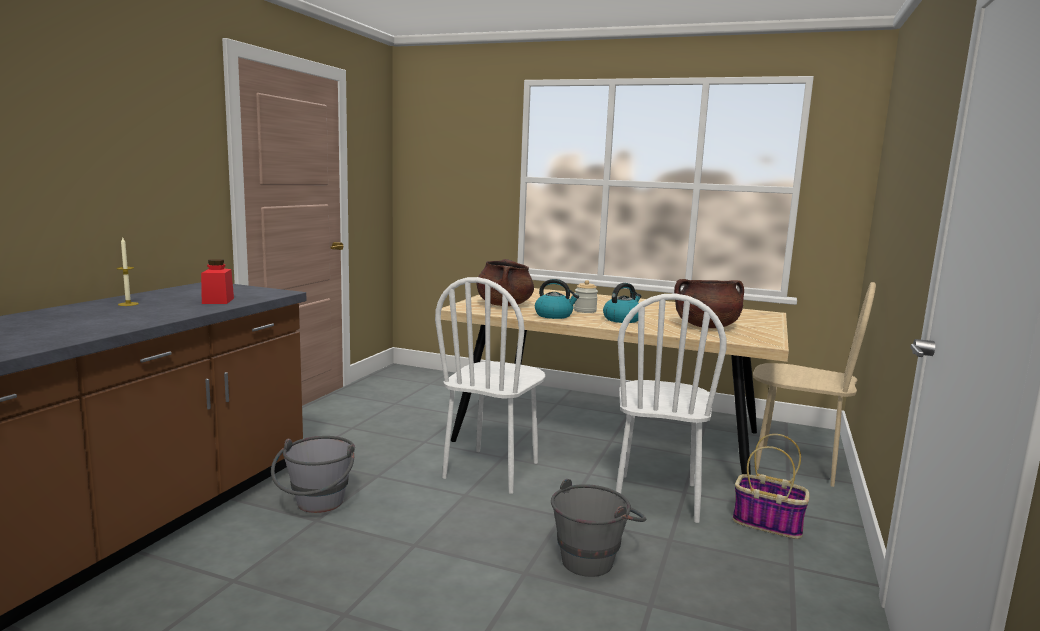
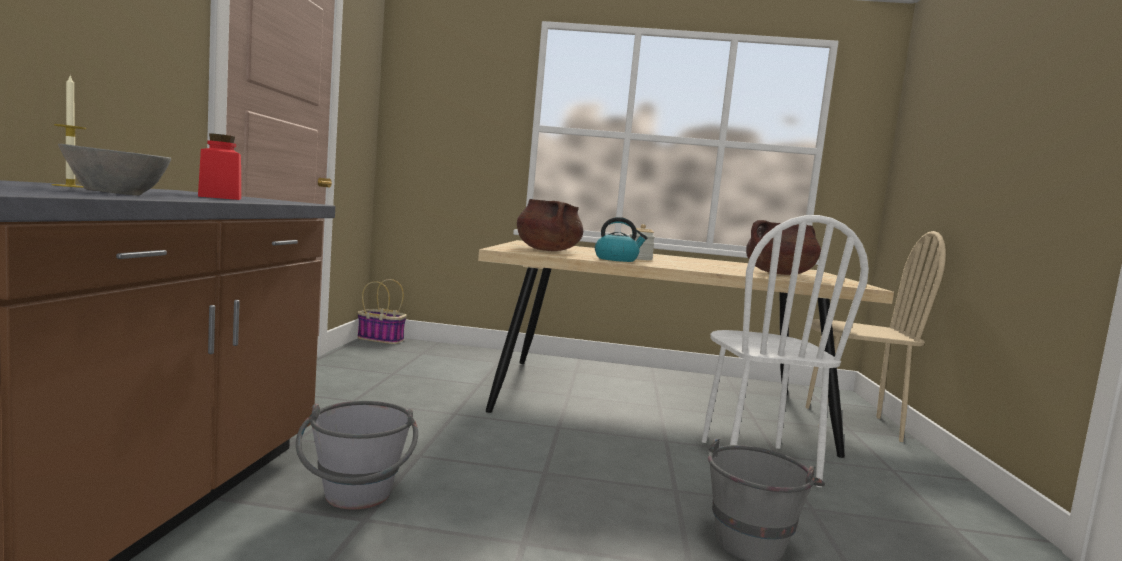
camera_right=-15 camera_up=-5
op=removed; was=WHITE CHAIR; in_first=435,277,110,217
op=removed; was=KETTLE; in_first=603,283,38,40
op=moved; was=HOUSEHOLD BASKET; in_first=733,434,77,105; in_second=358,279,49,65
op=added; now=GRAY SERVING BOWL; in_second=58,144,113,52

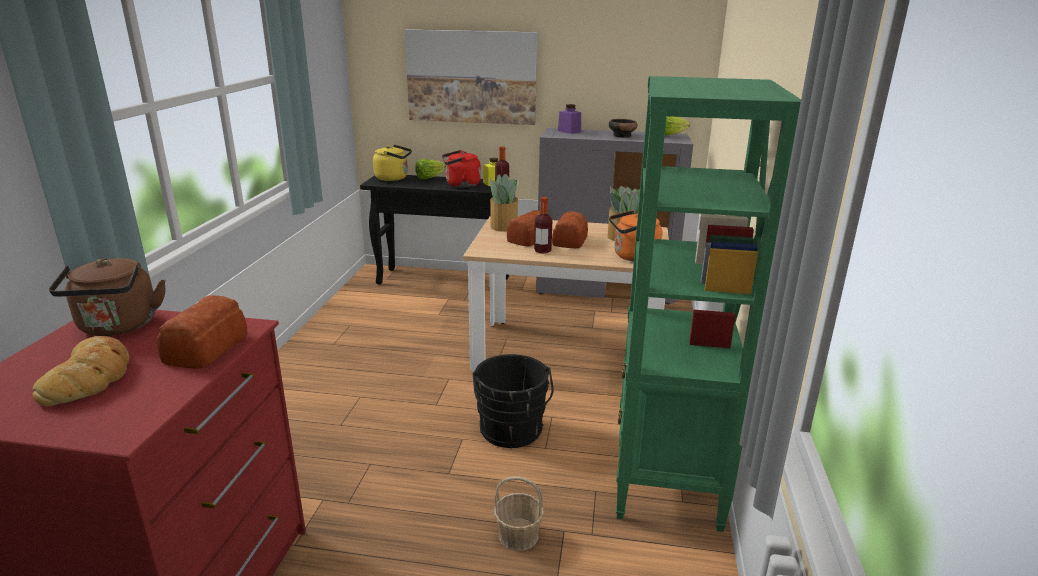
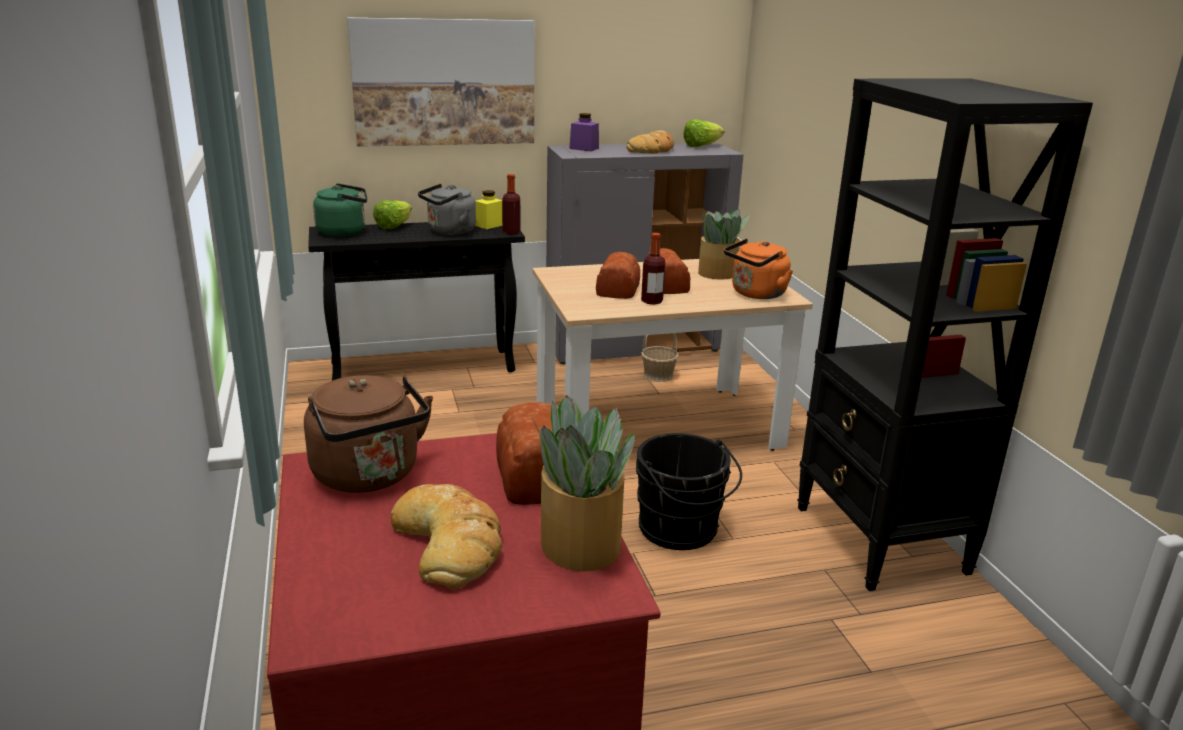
camera_right=-25 camera_up=0
op=recoloured; was=GREENISH SHELVING UNIT; now=BLACKISH SHELVING UNIT; in_first=616,76,185,456; in_second=797,78,296,513
op=replaced; was=SERVING BOWL; now=BAKED BREAD; in_first=609,119,29,19; in_second=626,130,48,24
op=recoloured; was=YELLOW KETTLE; now=GREENISH KETTLE; in_first=373,145,39,36; in_second=313,183,54,53
op=recoloured; was=RED KETTLE; now=GRAY KETTLE; in_first=442,150,39,38; in_second=418,184,58,51
op=moved; was=POTTED PLANT; in_first=490,174,29,58; in_second=530,395,105,177
op=moved; was=HOUSEHOLD BASKET; in_first=494,476,50,75; in_second=641,333,38,49

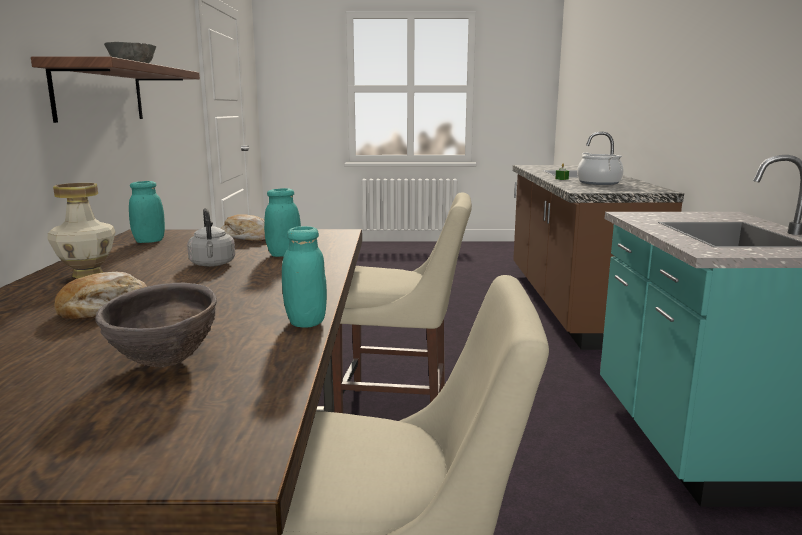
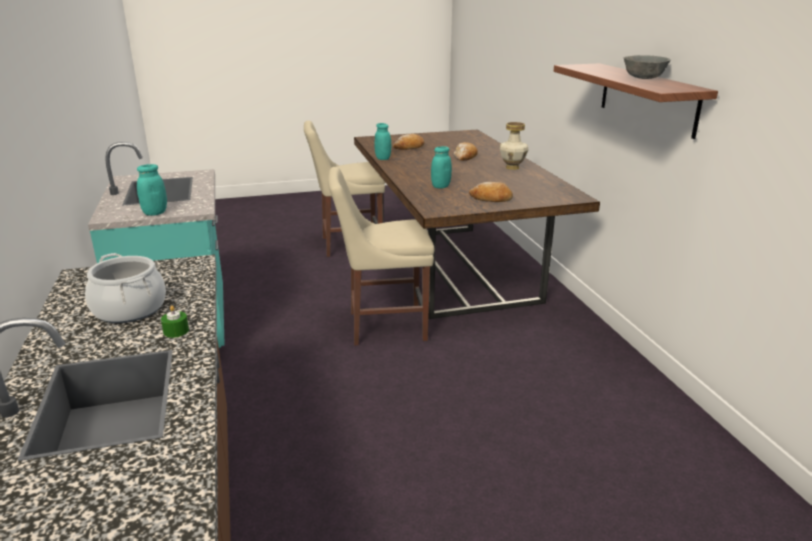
camera_right=165 camera_up=10
op=moved; was=TURQUOISE-COLOURED STORAGE JAR; in_first=129,181,36,62; in_second=137,164,30,52
op=removed; was=GRAY KETTLE; in_first=187,208,48,59
op=replaced; was=BROWNISH SERVING BOWL; now=BAKED BREAD; in_first=95,283,122,84; in_second=393,134,32,16

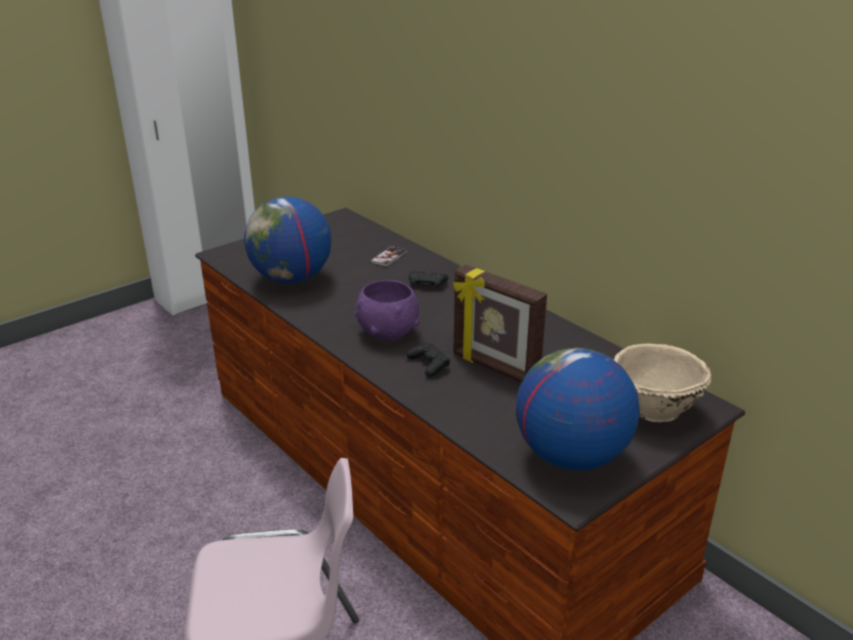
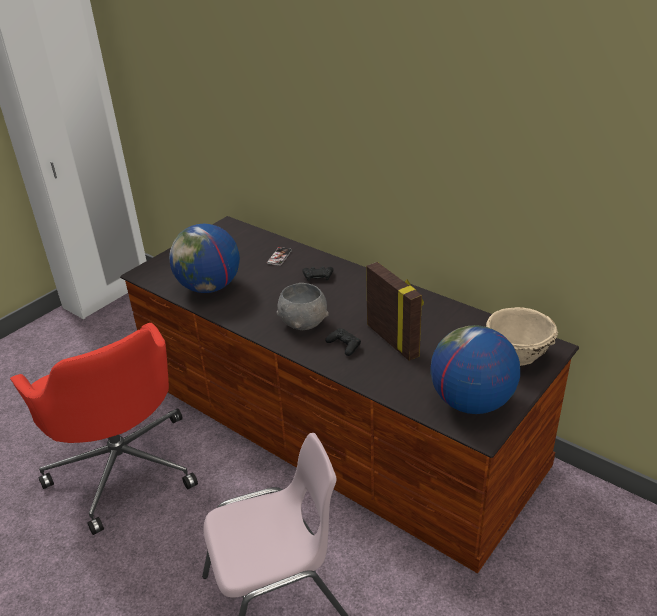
camera_right=-10 camera_up=5
op=turned; was=STANDING FRAME; in_first=453,265,94,118; in_second=366,262,58,99; clockwise=-150
op=recoloured; was=PURPLE SERVING BOWL; now=GRAY SERVING BOWL; in_first=355,280,64,60; in_second=277,283,52,47
op=added; now=RED COMPUTER CHAIR; in_second=10,323,188,212

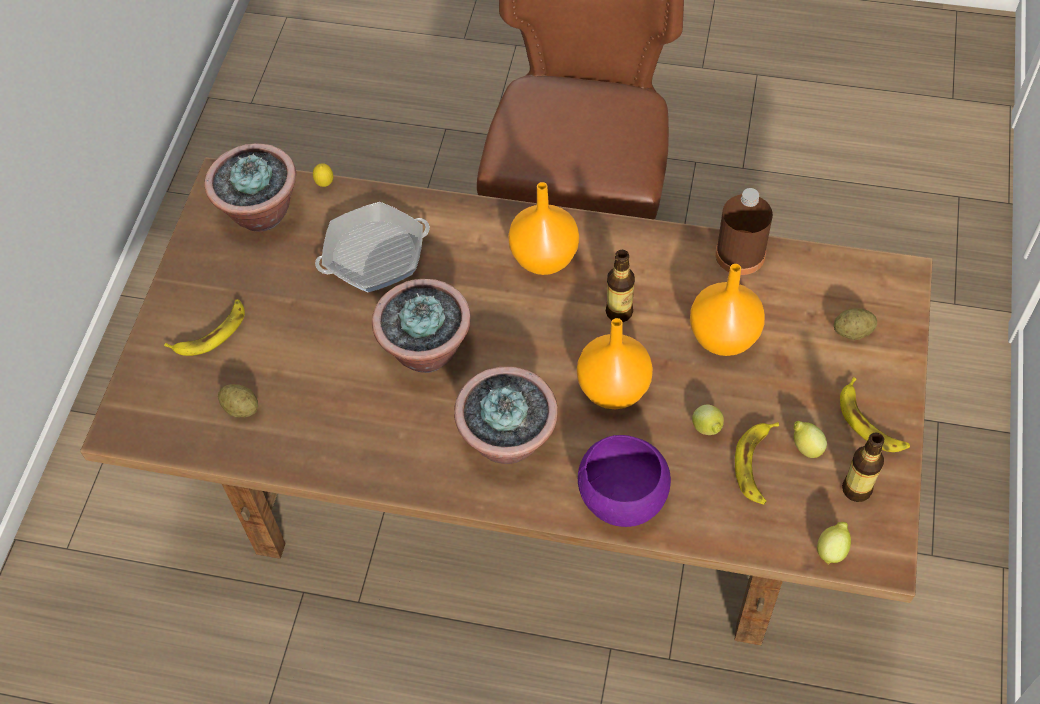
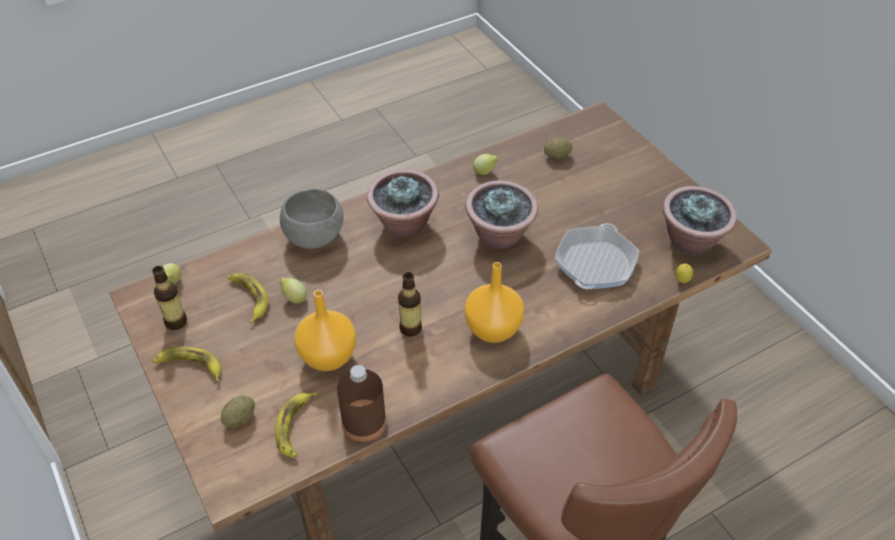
camera_right=135 camera_up=-10
op=moved; was=BANANA; in_first=164,299,81,57; in_second=275,392,42,66
op=removed; was=ORANGEY DECORATIVE VASE; in_first=577,318,76,91
op=moved; was=LEMON; in_first=794,421,33,37; in_second=473,154,25,21
op=recoloured; was=PURPLE SERVING BOWL; now=GRAY SERVING BOWL; in_first=578,435,93,92; in_second=280,189,63,60

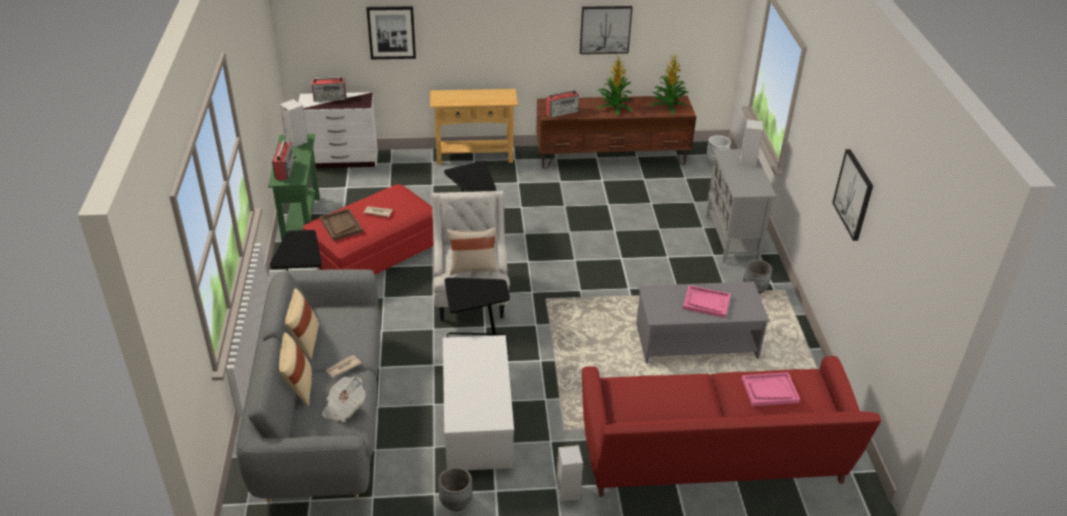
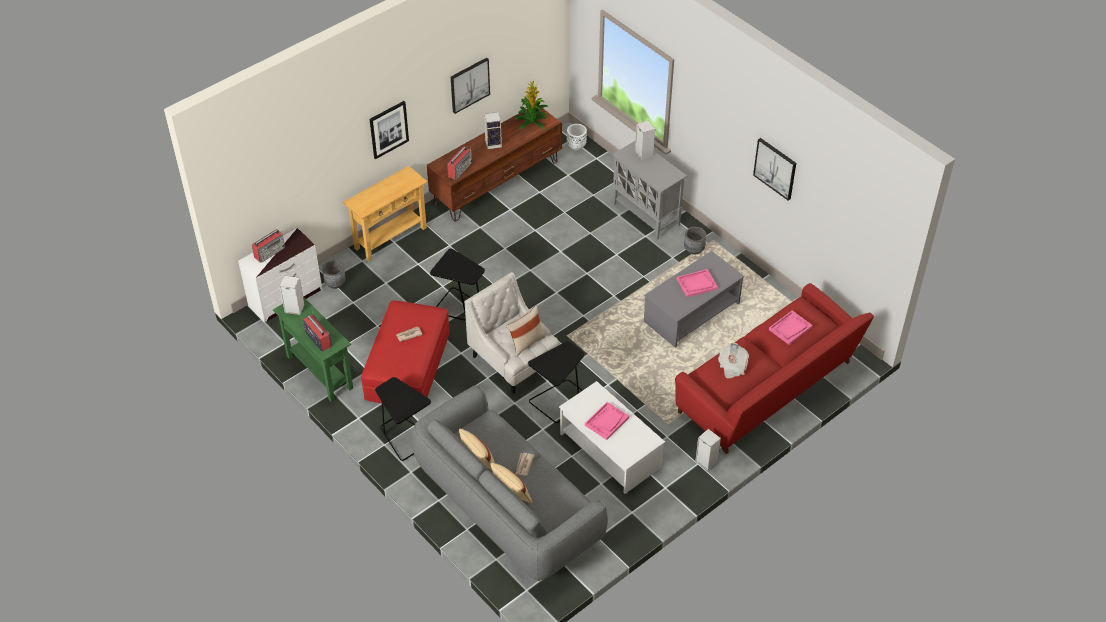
camera_right=-35 camera_up=10
op=moved; was=PICTURE; in_first=366,6,50,53; in_second=370,101,39,58
op=replaced; was=POTTED PLANT; now=LOUDSPEAKER; in_first=597,55,37,60; in_second=484,112,18,37
op=removed; was=BROWNISH TRAY; in_first=320,209,43,32
op=moved; was=DAILY PAPER; in_first=322,377,44,45; in_second=718,343,31,36
op=moved; was=GRAY PLANT POT; in_first=439,467,34,44; in_second=322,260,24,29
op=added; now=PINK TRAY; in_second=585,402,44,38

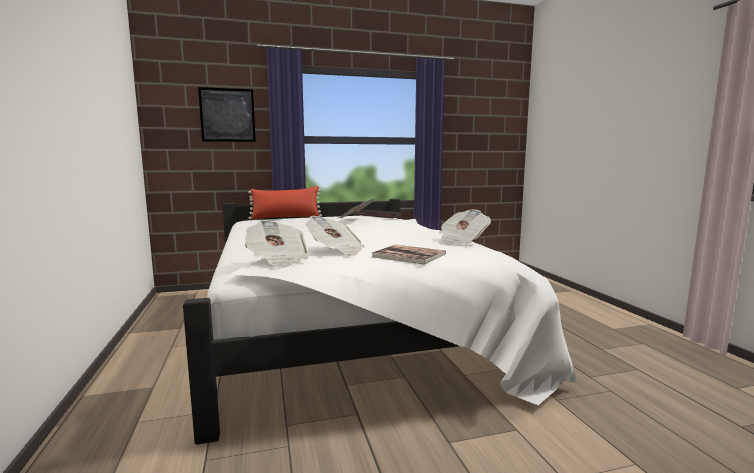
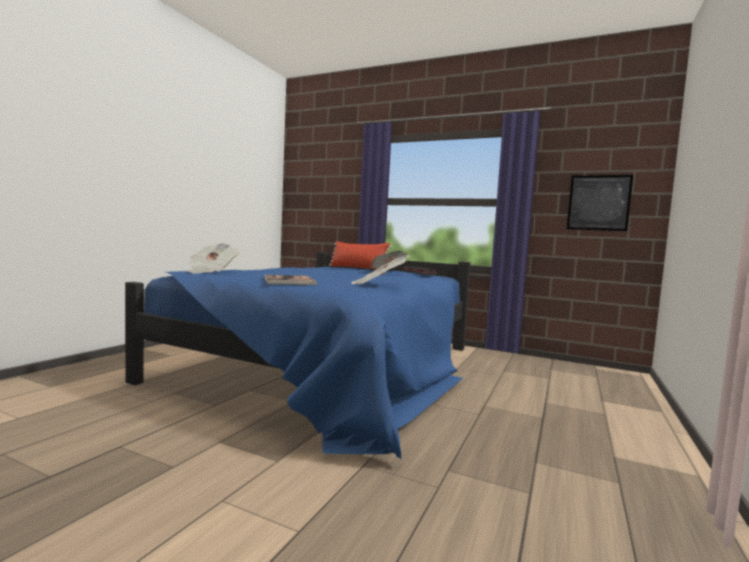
camera_right=40 camera_up=-5
op=moved; was=PICTURE; in_first=198,87,58,55; in_second=567,175,66,56
op=recoloured; was=WHITE BEDROOM BED; now=BLUE-COLOURED BEDROOM BED; in_first=183,199,393,246; in_second=125,252,346,207
op=removed; was=DAILY PAPER; in_first=306,216,59,40

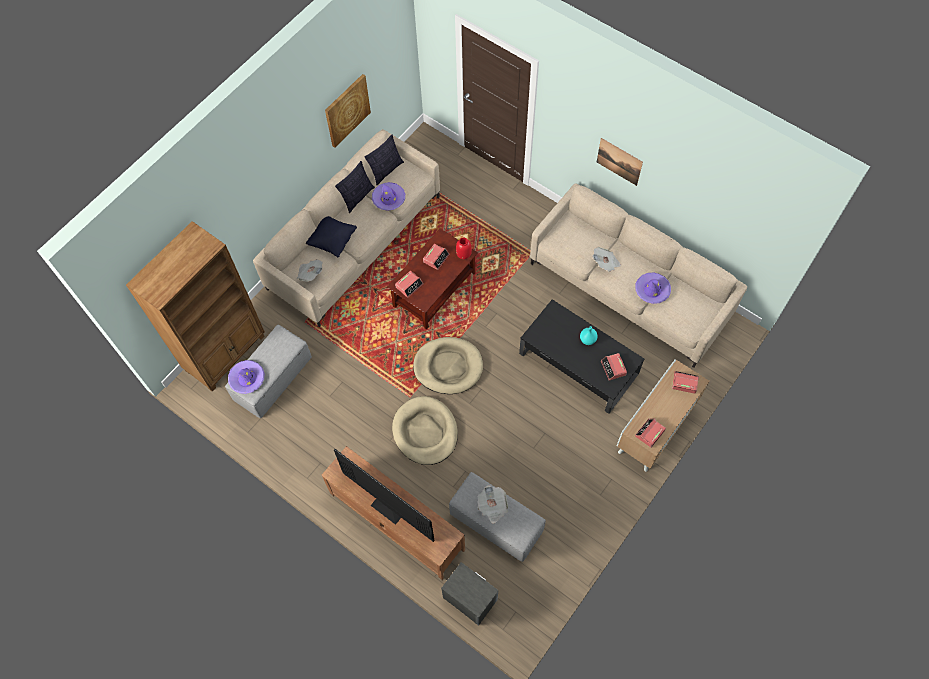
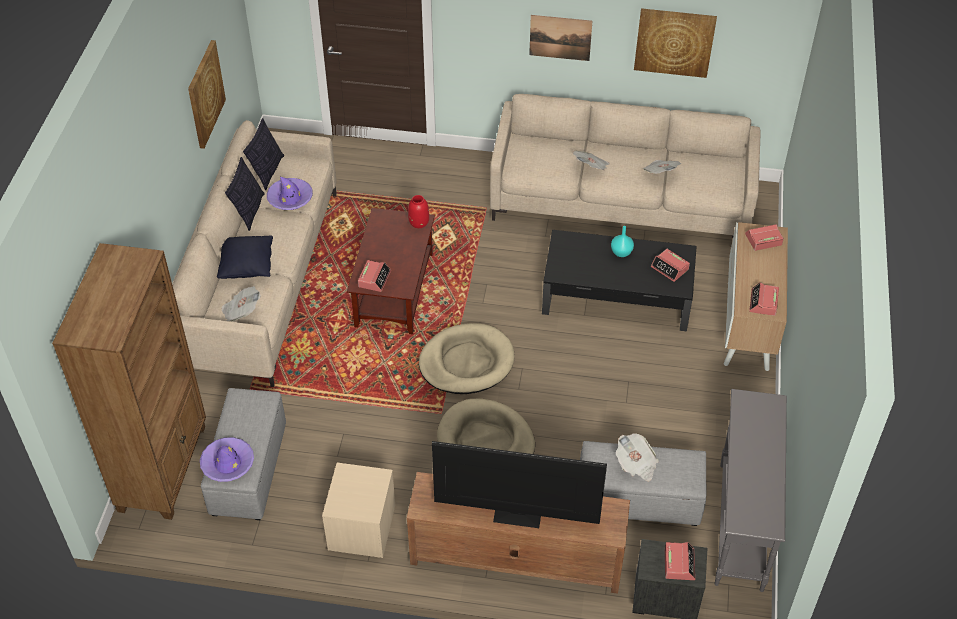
camera_right=-30 camera_up=-15
op=moved; was=TABLE CLOCK; in_first=423,244,27,26; in_second=665,542,30,38
op=replaced; was=PURPLE HAT; now=DAILY PAPER; in_first=635,272,36,32; in_second=642,159,39,15
op=added; now=PICTURE; in_second=634,8,83,70
op=added; now=GRAY NARROW TABLE; in_second=714,389,73,203
op=added; now=BEIGE-COLOURED NIGHT TABLE; in_second=322,463,73,95

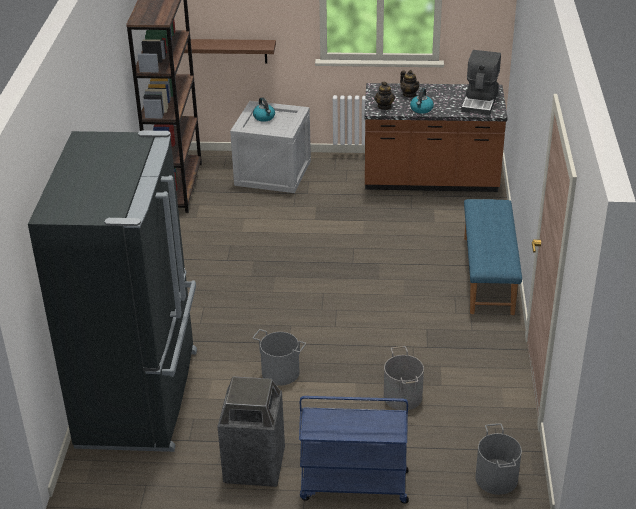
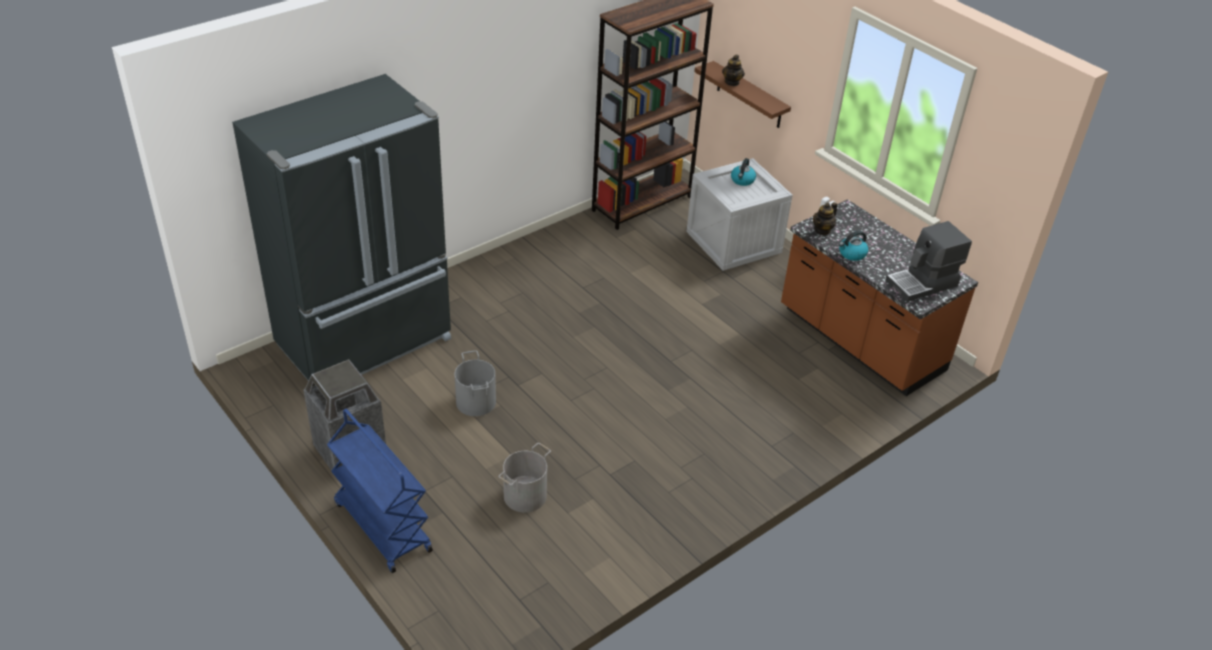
camera_right=45 camera_up=5
op=moved; was=POT FOR TEA; in_first=400,70,19,27; in_second=722,54,23,32
op=removed; was=BLUE-COLOURED INDOOR BENCH; in_first=464,199,58,116
op=removed; was=GRAY PAIL; in_first=475,423,47,72

